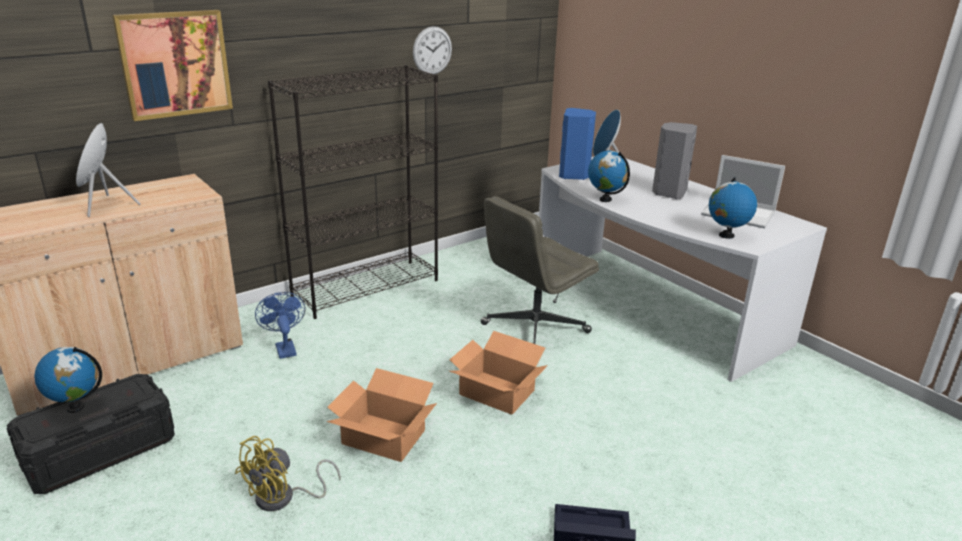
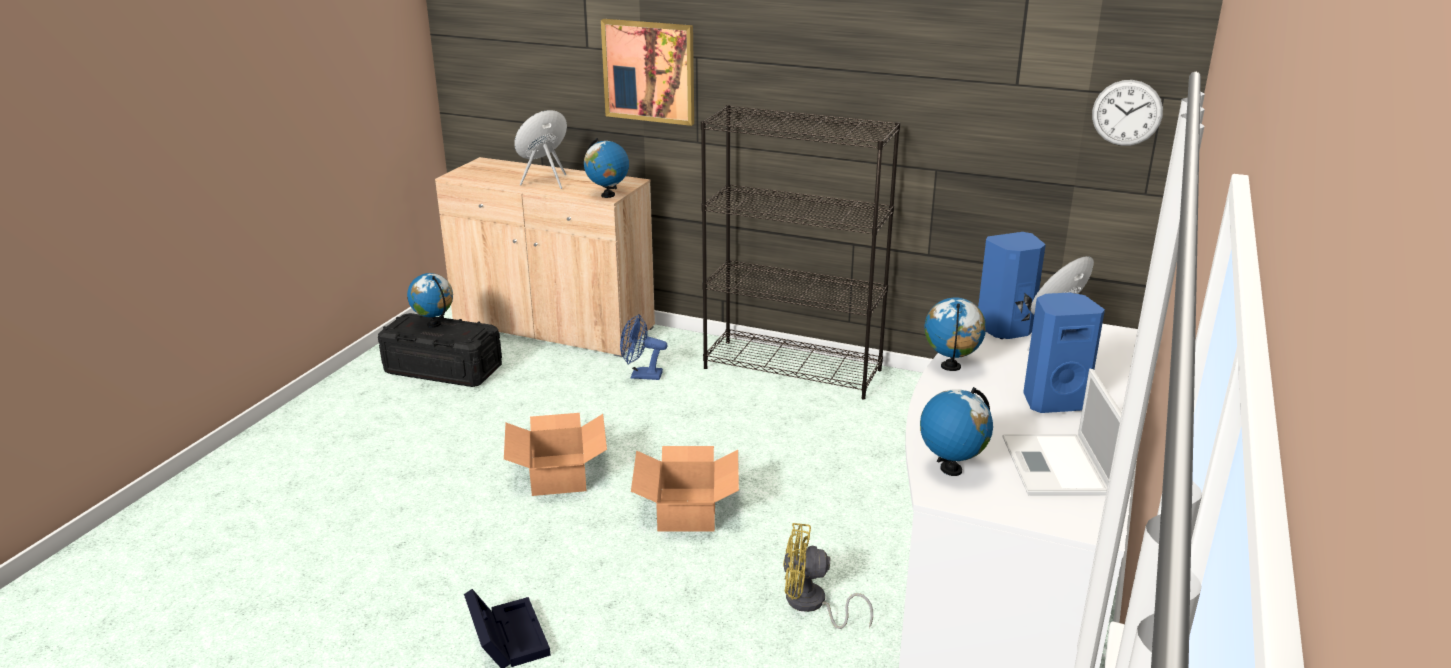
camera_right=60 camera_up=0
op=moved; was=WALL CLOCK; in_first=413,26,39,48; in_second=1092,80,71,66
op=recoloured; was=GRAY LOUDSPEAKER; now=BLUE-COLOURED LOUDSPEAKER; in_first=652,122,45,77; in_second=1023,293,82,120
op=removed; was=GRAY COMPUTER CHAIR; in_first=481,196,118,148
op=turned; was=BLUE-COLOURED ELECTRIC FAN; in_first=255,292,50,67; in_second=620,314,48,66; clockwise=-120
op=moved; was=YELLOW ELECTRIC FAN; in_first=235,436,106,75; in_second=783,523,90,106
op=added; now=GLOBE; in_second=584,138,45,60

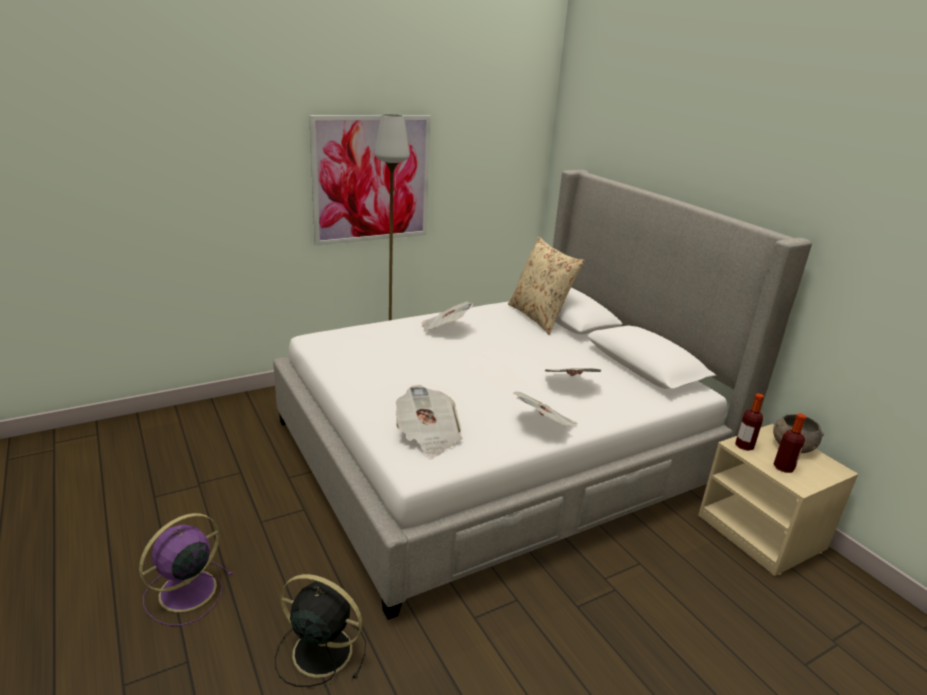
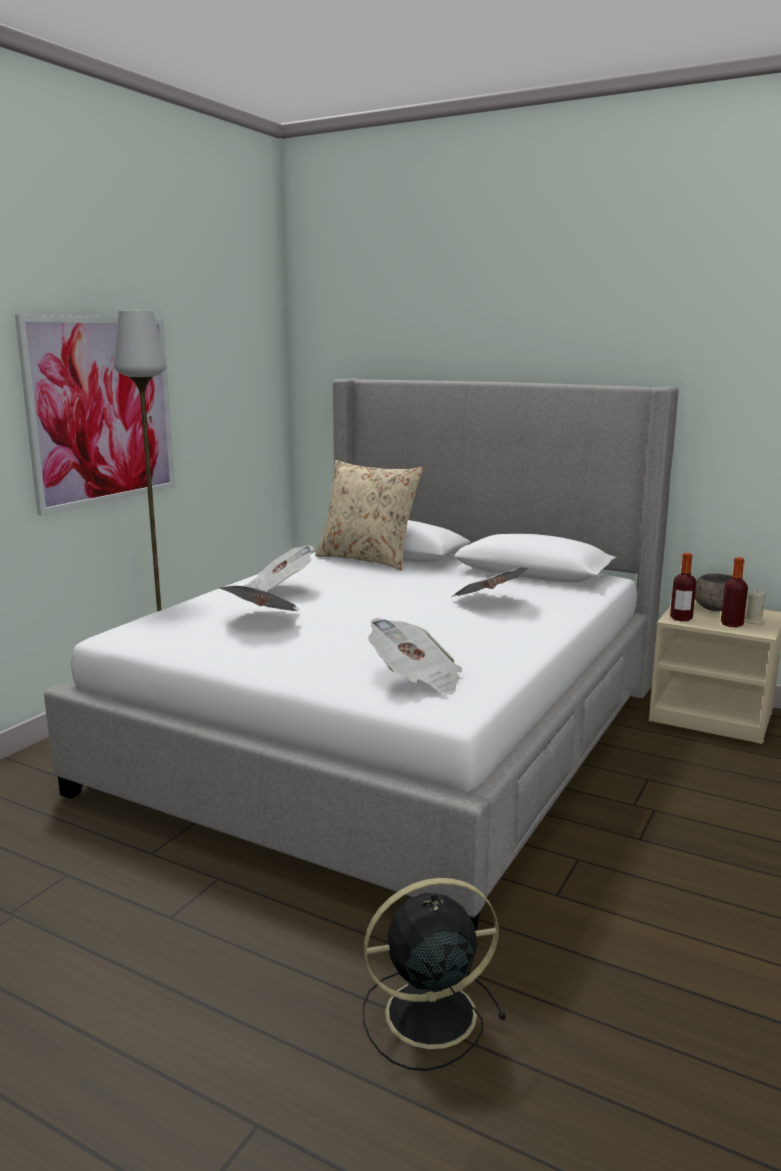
camera_right=-30 camera_up=-10
op=moved; was=DAILY PAPER; in_first=513,392,65,35; in_second=219,586,79,25
op=removed; was=PURPLE ELECTRIC FAN; in_first=139,513,94,113
op=added; now=BEIGE-COLOURED WAX CANDLE; in_second=744,590,22,34

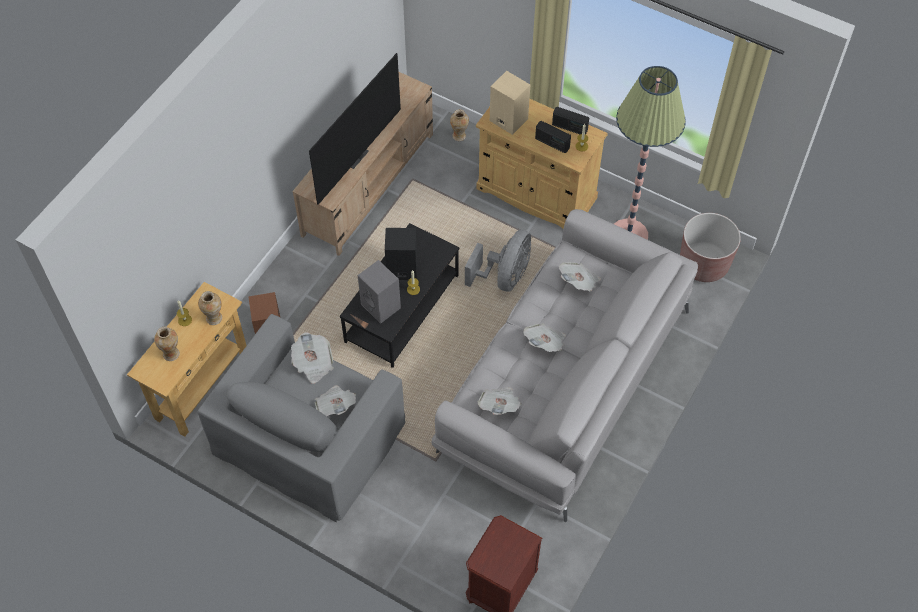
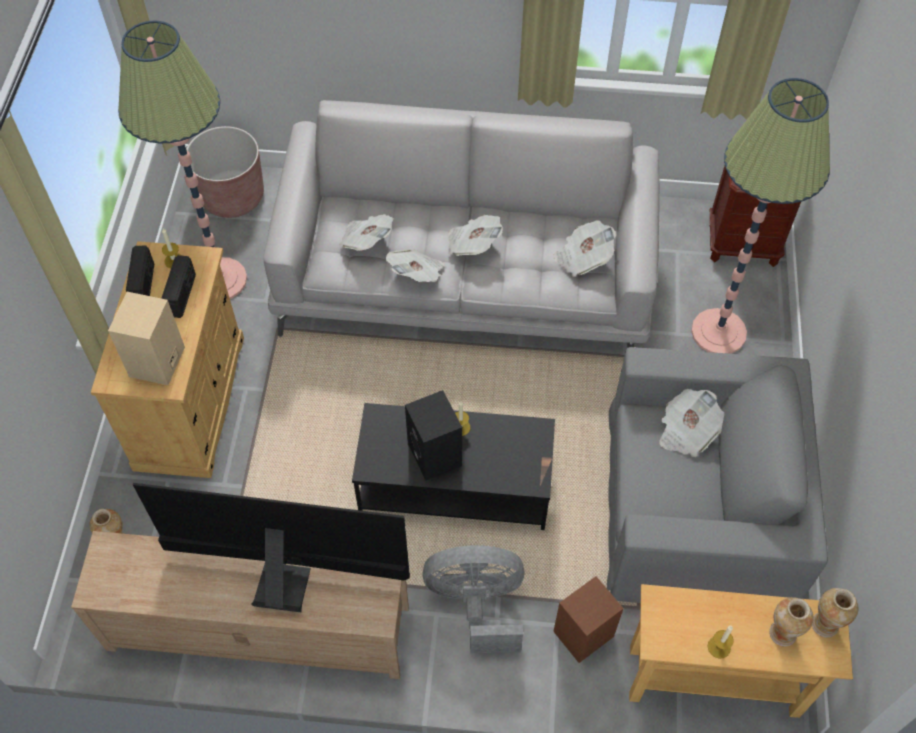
camera_right=-115 camera_up=0
op=moved; was=GRAY ELECTRIC FAN; in_first=465,230,66,62; in_second=423,545,102,108
op=removed; was=GRAY LOUDSPEAKER; in_first=358,260,43,64
op=moved; was=DECORATIVE VASE; in_first=198,291,24,34; in_second=812,588,46,49
op=moved; was=DAILY PAPER; in_first=291,332,43,52; in_second=386,249,59,33
op=added; now=STANDING LAMP; in_second=691,78,139,276

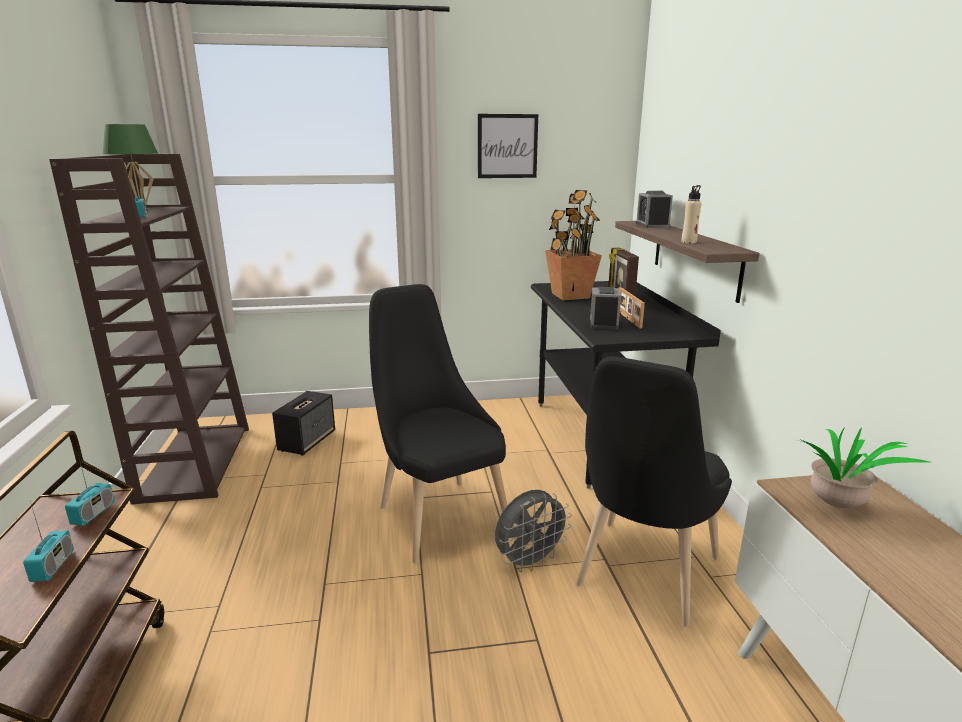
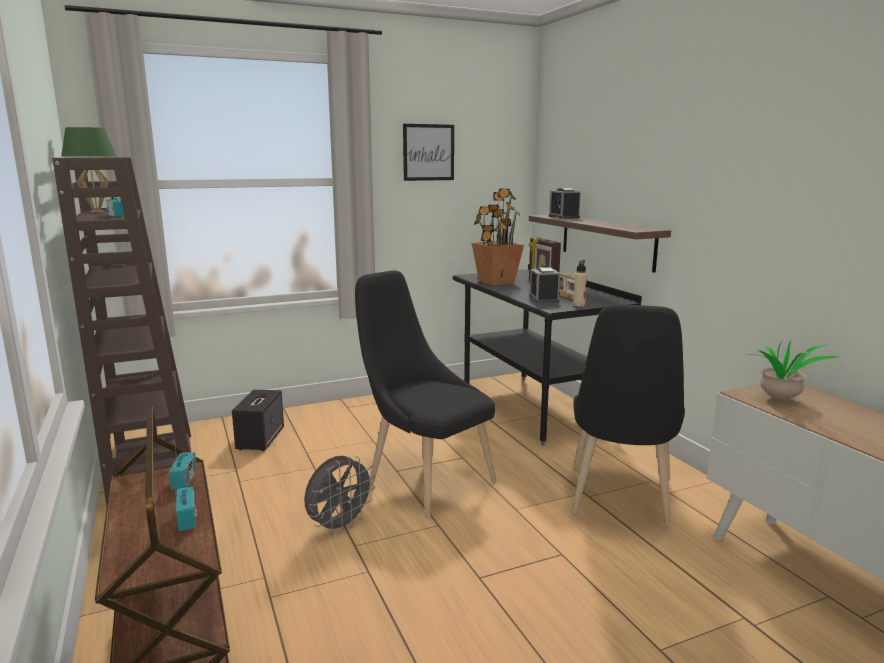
camera_right=-15 camera_up=-5
op=moved; was=BEIGE-COLOURED DRINK BOTTLE; in_first=681,185,21,58; in_second=573,260,14,47
op=moved; was=GRAY ELECTRIC FAN; in_first=495,490,77,82; in_second=304,456,71,79

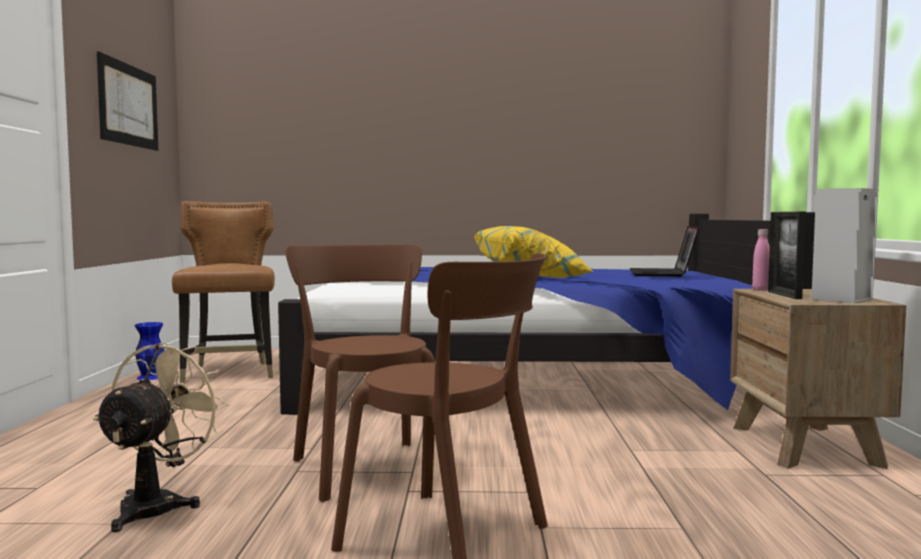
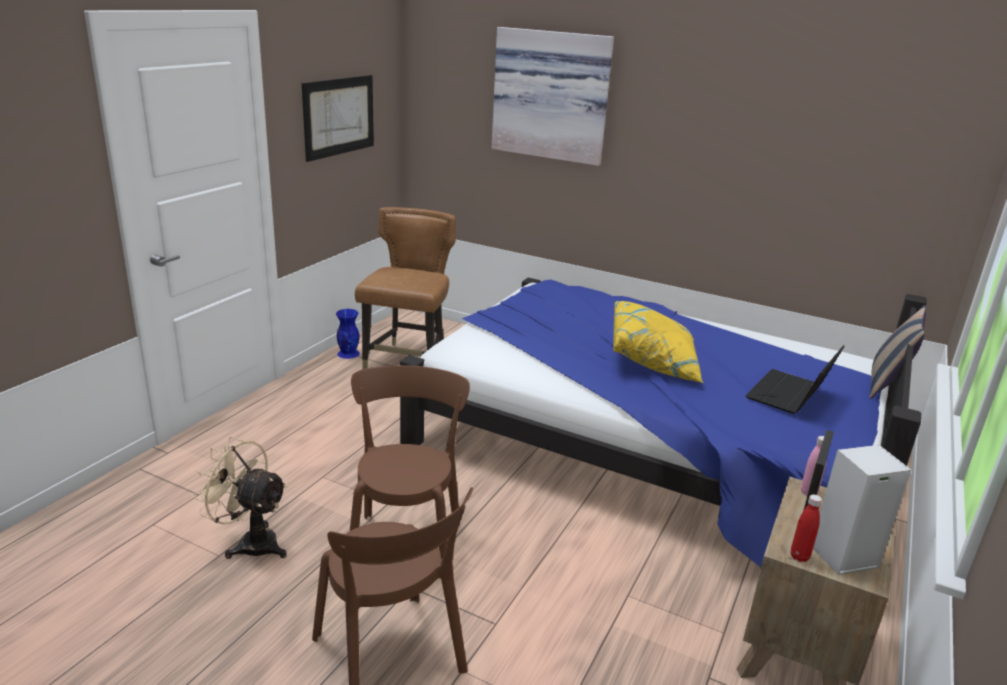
camera_right=25 camera_up=20
op=turned; was=BEIGE-COLOURED ELECTRIC FAN; in_first=93,342,136,190; in_second=191,437,96,122; clockwise=-105
op=added; now=PICTURE; in_second=491,27,123,139
op=added; now=PILLOW; in_second=869,305,57,94
op=added; now=RED DRINK BOTTLE; in_second=791,494,31,68

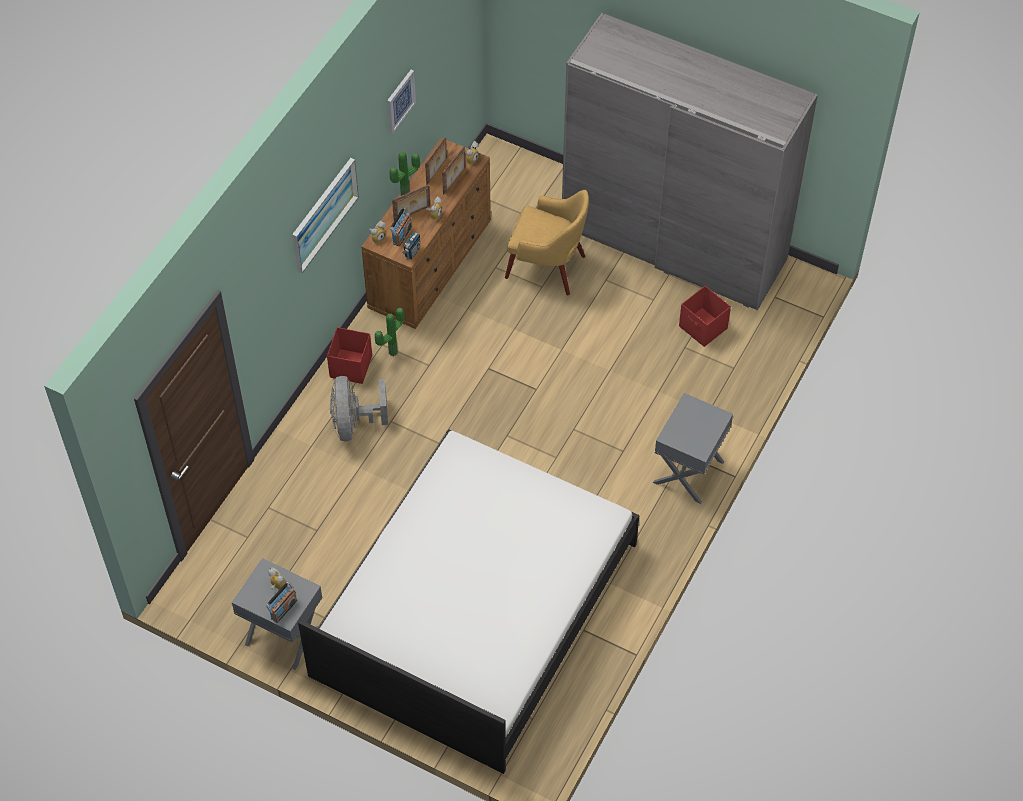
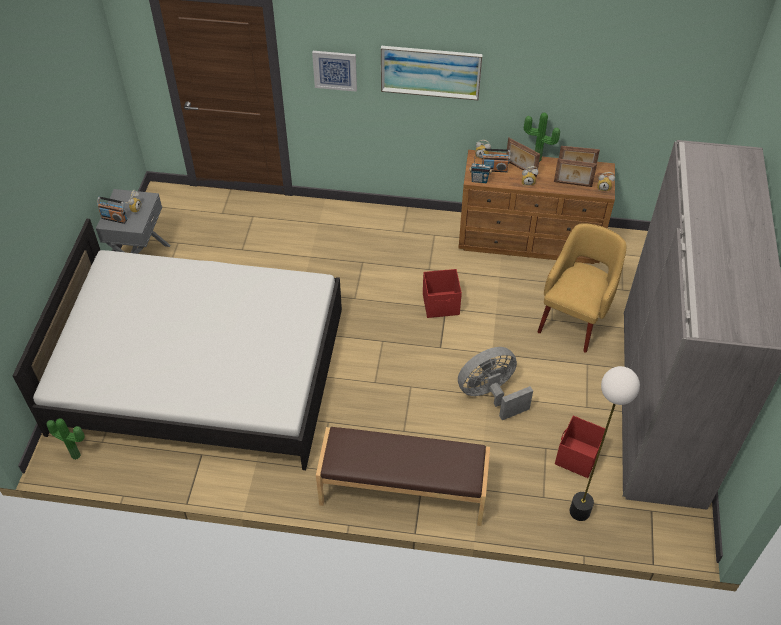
camera_right=70 camera_up=-5
op=moved; was=PICTURE; in_first=387,70,29,64; in_second=312,51,45,41
op=turned; was=YELLOW ARMCHAIR; in_first=505,190,84,105; in_second=537,223,89,130; clockwise=-150
op=moved; was=POTTED PLANT; in_first=375,308,30,48; in_second=46,418,39,42
op=moved; was=RED STORAGE BIN; in_first=327,327,45,57; in_second=423,269,39,49
op=moved; was=GRAY ELECTRIC FAN; in_first=330,376,58,65; in_second=458,347,75,73
op=replaced; was=GRAY NIGHT TABLE; now=BROWNISH INDOOR BENCH; in_first=653,393,80,111; in_second=316,427,174,99
op=added; now=STANDING LAMP; in_second=570,366,70,155

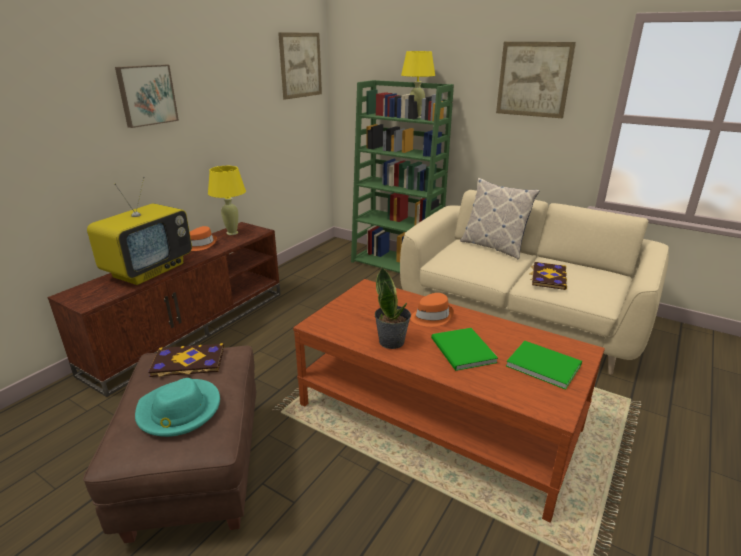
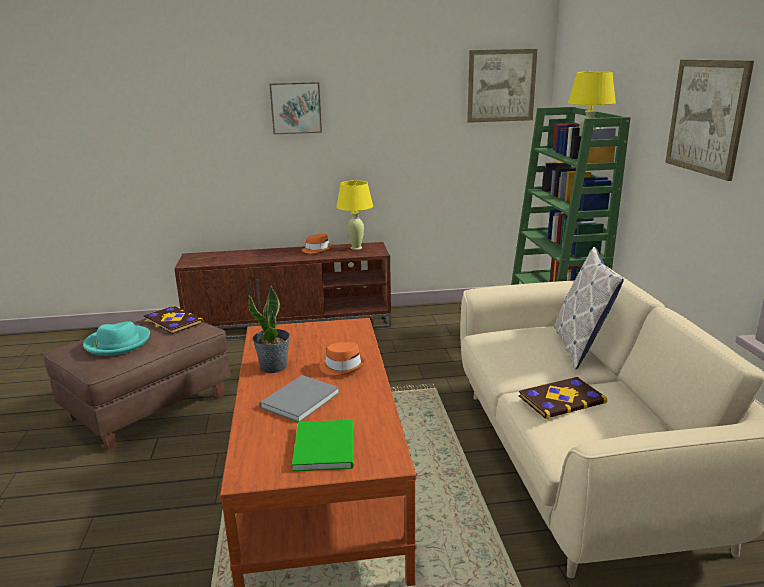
camera_right=50 camera_up=-5
op=removed; was=TELEVISION; in_first=87,177,105,108
op=recoloured; was=GREENISH VOLUME; now=GRAY VOLUME; in_first=431,328,67,43; in_second=259,375,81,47

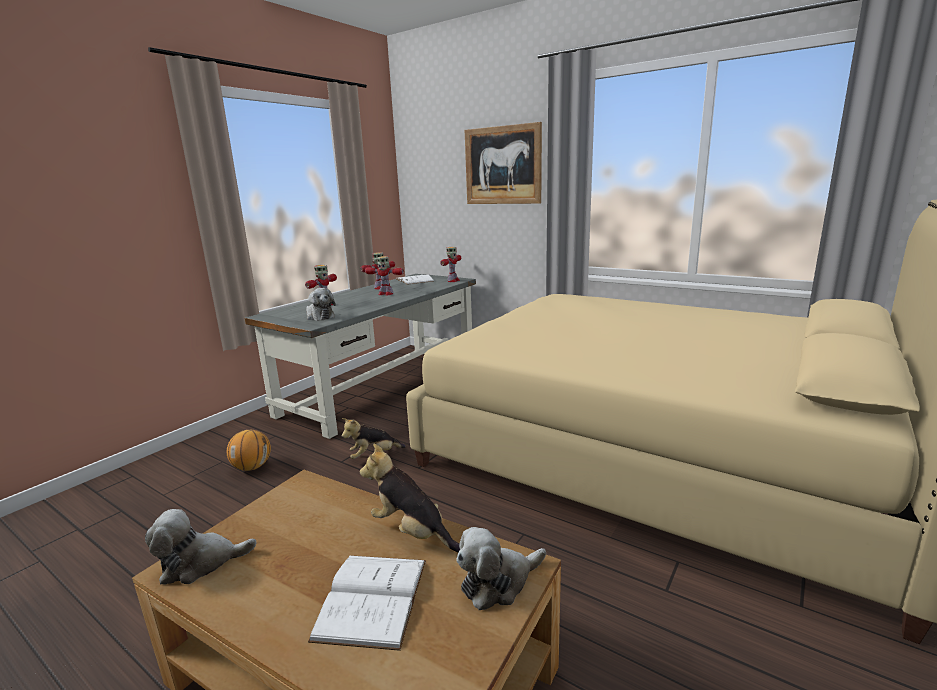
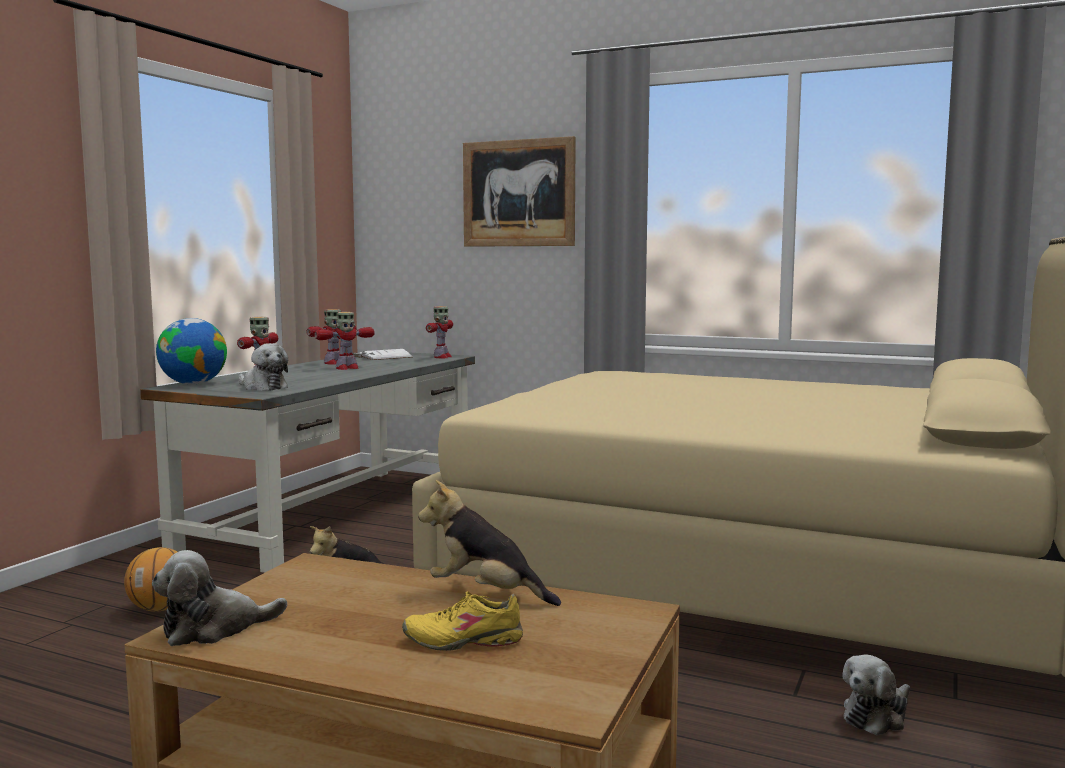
camera_right=-10 camera_up=-10
op=turned; was=TOY ROBOT; in_first=365,256,39,40; in_second=314,312,61,58; clockwise=-45
op=moved; was=CUDDLY TOY; in_first=456,527,90,83; in_second=842,655,68,81
op=replaced; was=WHITE VOLUME; now=YELLOW ITEM OF FOOTWEAR; in_first=308,555,118,96; in_second=402,592,121,59
op=added; now=GLOBE; in_second=156,318,71,67

